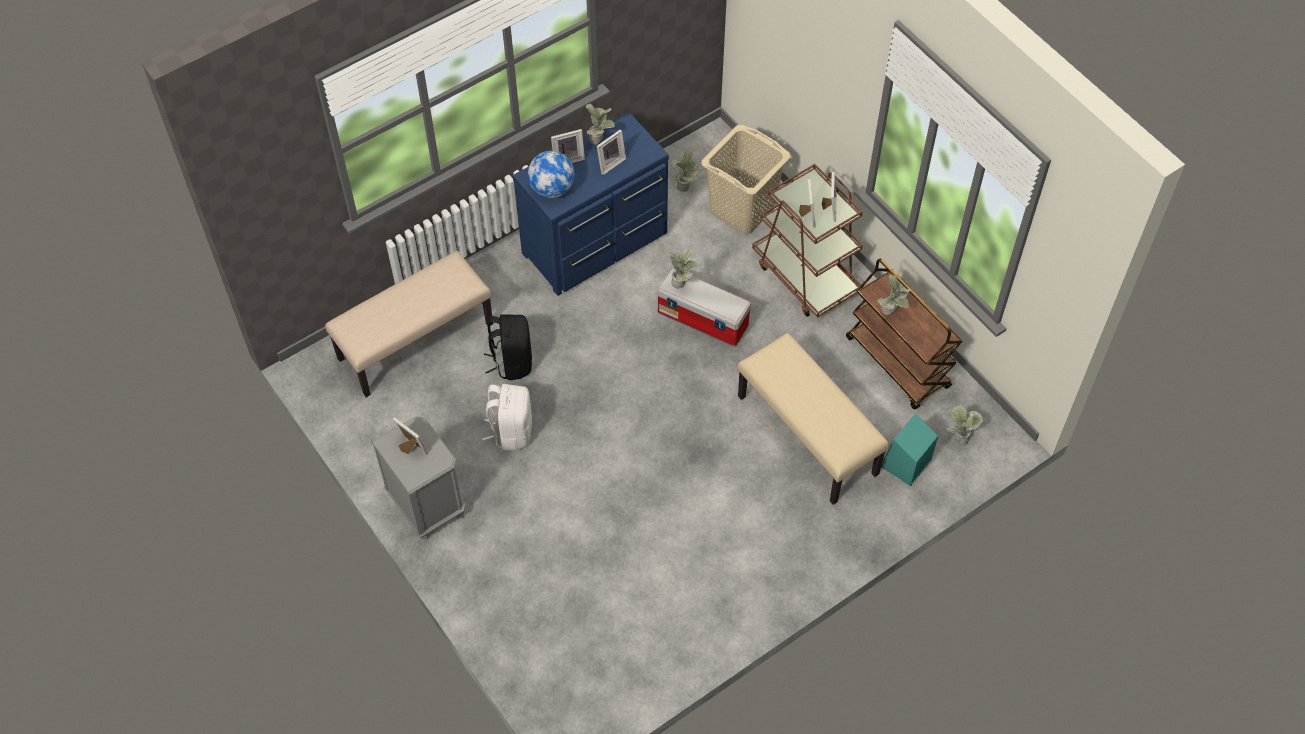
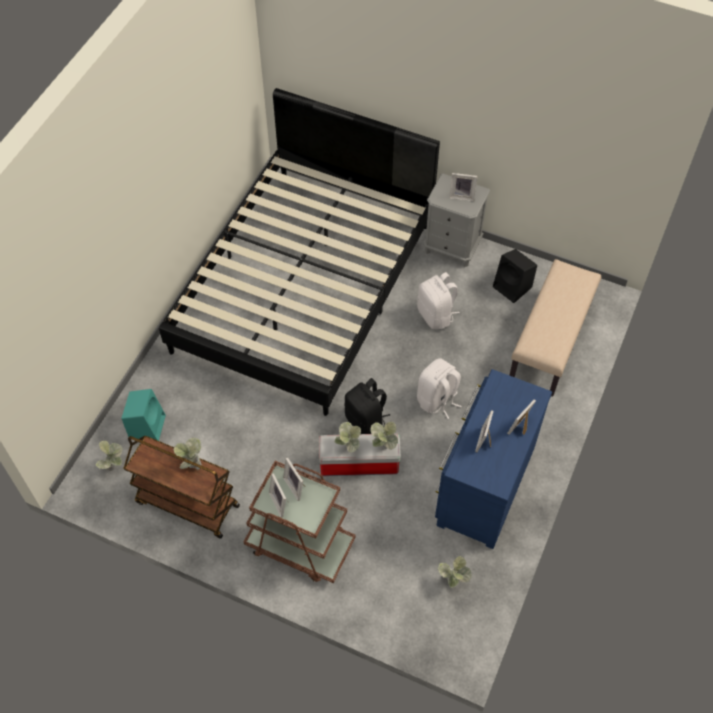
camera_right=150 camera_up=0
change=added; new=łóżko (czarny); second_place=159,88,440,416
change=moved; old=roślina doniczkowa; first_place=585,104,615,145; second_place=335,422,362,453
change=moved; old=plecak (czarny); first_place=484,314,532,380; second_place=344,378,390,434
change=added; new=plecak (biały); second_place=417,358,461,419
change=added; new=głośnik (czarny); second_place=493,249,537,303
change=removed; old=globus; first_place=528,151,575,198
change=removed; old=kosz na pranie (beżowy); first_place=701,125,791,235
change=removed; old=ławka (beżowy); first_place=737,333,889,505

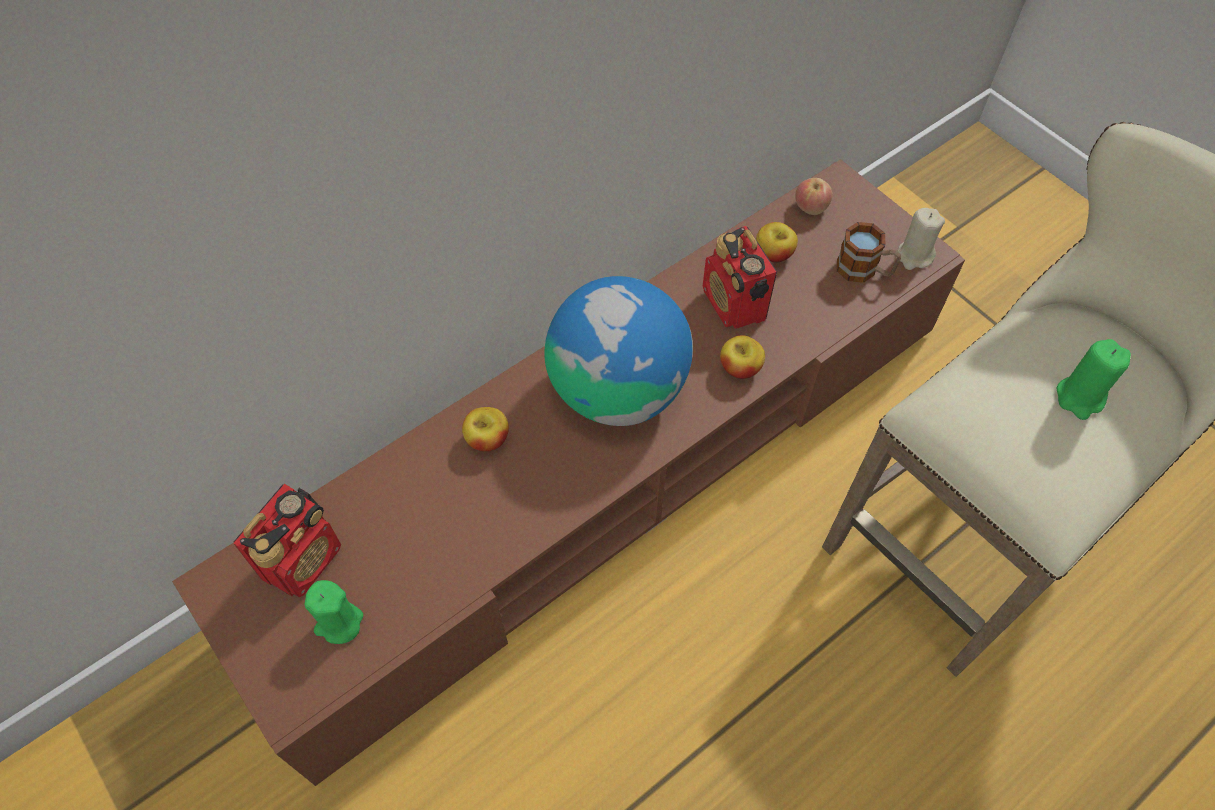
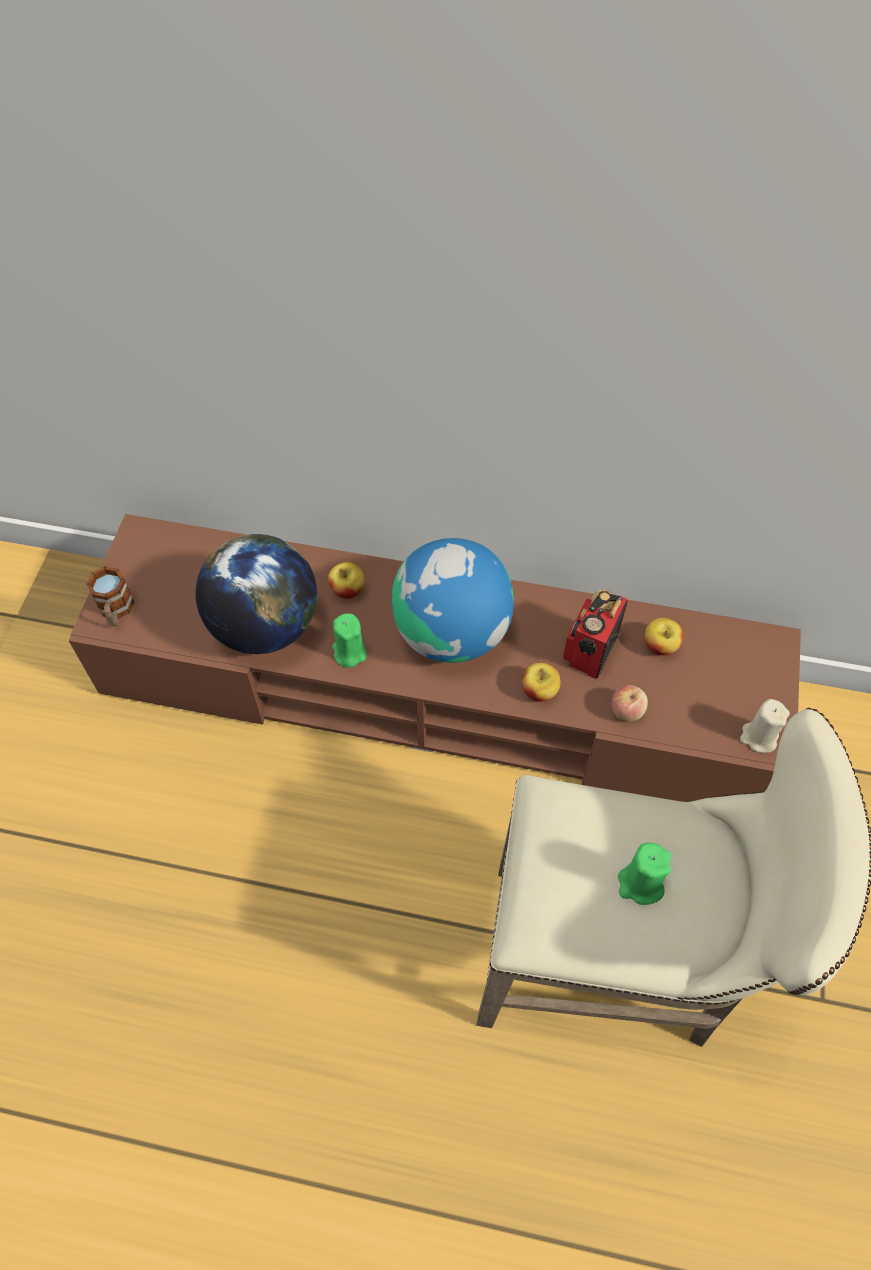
camera_right=50 camera_up=0
change=moved; old=kubek; first_place=837,222,901,283; second_place=86,566,135,626
change=added; new=globus; second_place=196,534,317,654
change=moved; old=świeca (zielony); first_place=304,580,363,644; second_place=332,613,366,668
change=moved; old=jabłko; first_place=795,178,832,215; second_place=612,685,648,721
change=removed; old=radio; first_place=234,484,341,597

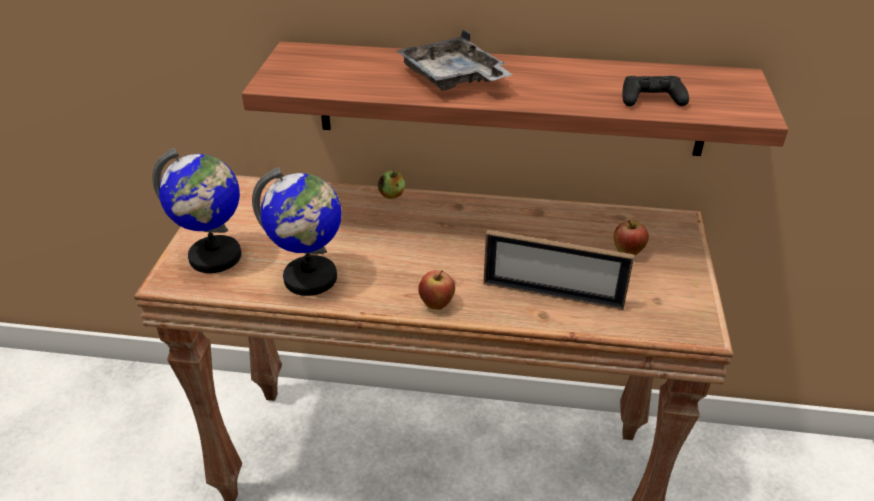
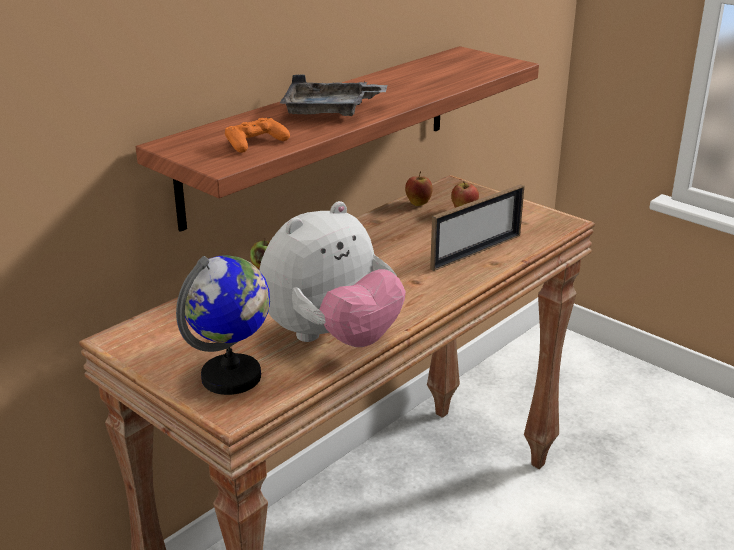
camera_right=-55 camera_up=-10
change=added; new=pad do gier (pomarańczowy); second_place=225,118,290,153
change=replaced; old=globus; new=pluszak; first_place=252,167,342,296; second_place=259,201,406,347
change=moved; old=jabłko; first_place=418,270,455,310; second_place=405,171,433,206
change=removed; old=pad do gier (czarny); first_place=623,76,689,106

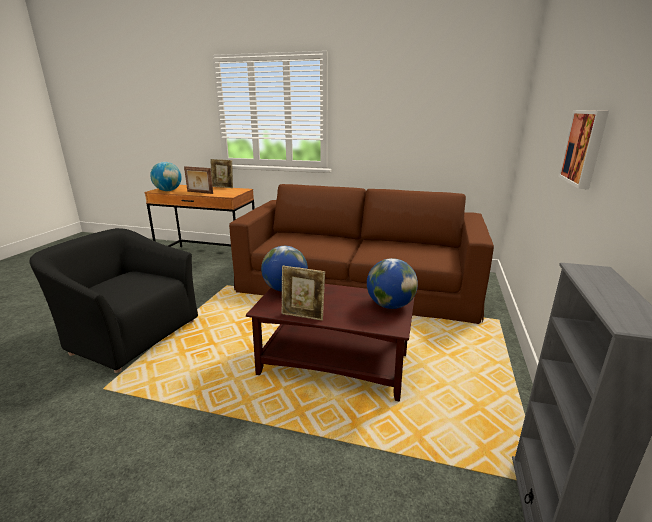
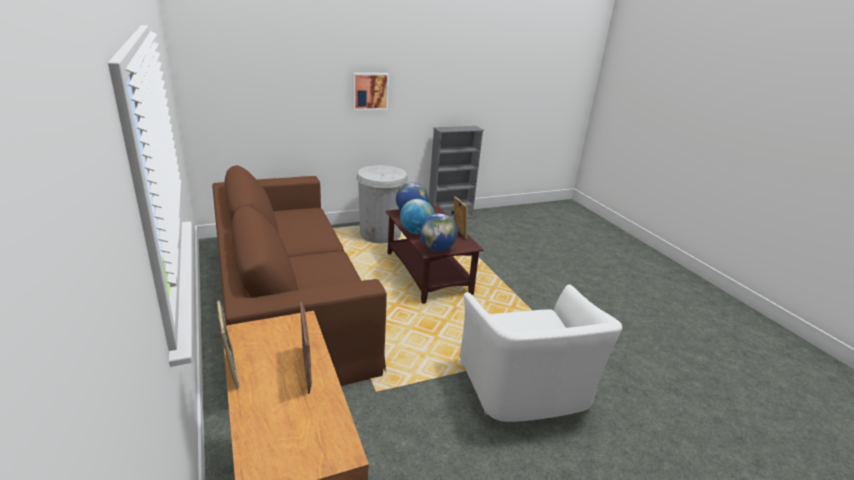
camera_right=-130 camera_up=5
change=added; new=kosz na śmieci (biały); second_place=356,165,408,243
change=moved; old=globus; first_place=150,162,181,191; second_place=400,199,435,234
change=recoloured; old=fotel (czarny); new=fotel (biały); first_place=29,228,198,373; second_place=459,284,622,422

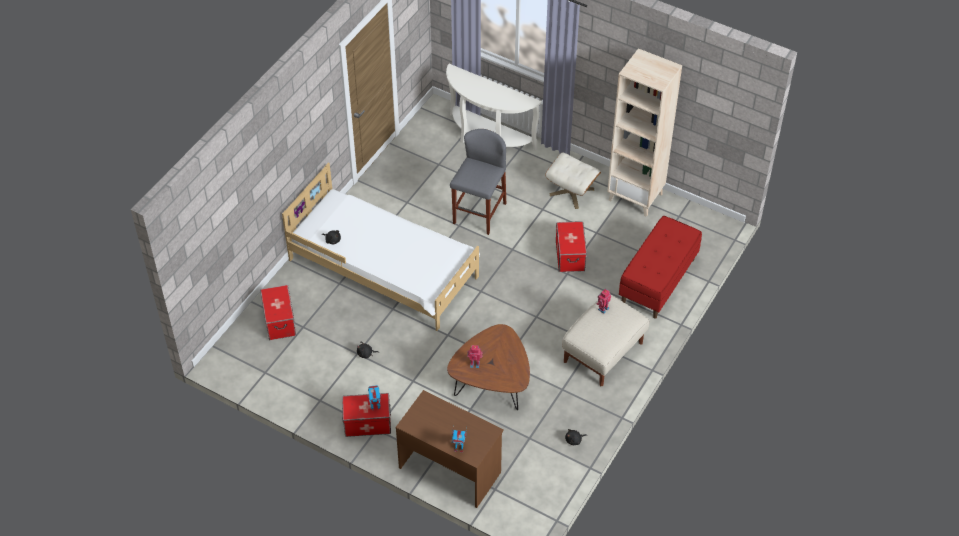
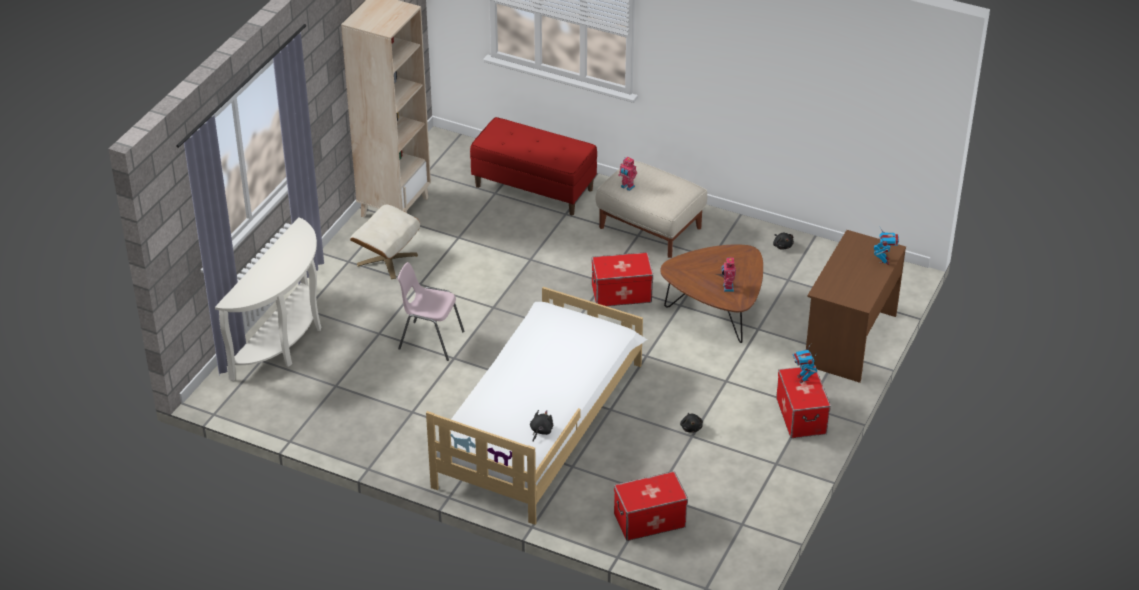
camera_right=-95 camera_up=-10
change=replaced; old=stołek (szary); new=krzesło (różowy); first_place=450,129,506,235; second_place=398,262,464,361
change=moved; old=pojemnik do przechowywania; first_place=556,221,587,272; second_place=592,252,653,306

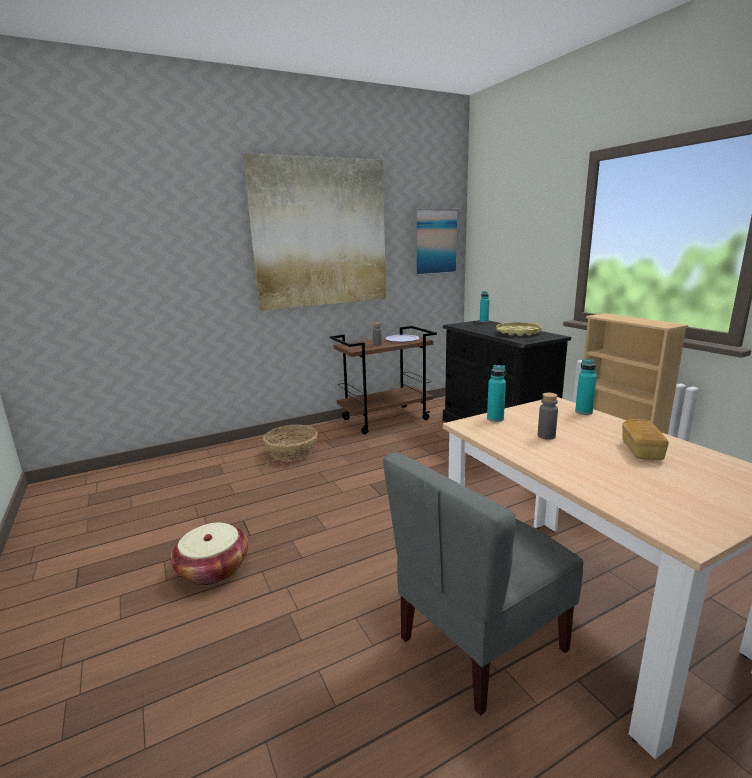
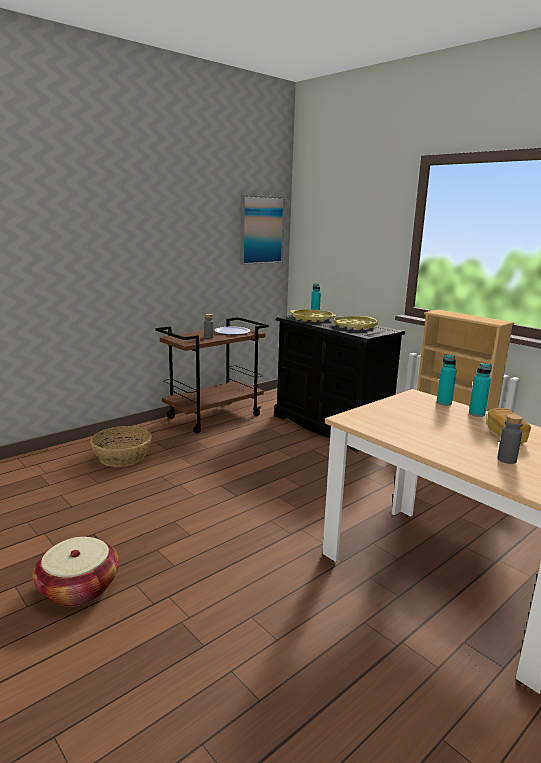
camera_right=-15 camera_up=0
change=added; new=taca (żółty); second_place=290,309,336,322
change=moved; old=butelka (turkusowy); first_place=487,365,506,422; second_place=469,363,492,417
change=moved; old=butelka (szary); first_place=538,393,558,440; second_place=497,414,523,464
change=removed; old=obraz; first_place=243,153,386,311
change=removed; old=krzesło (szary); first_place=383,452,583,716

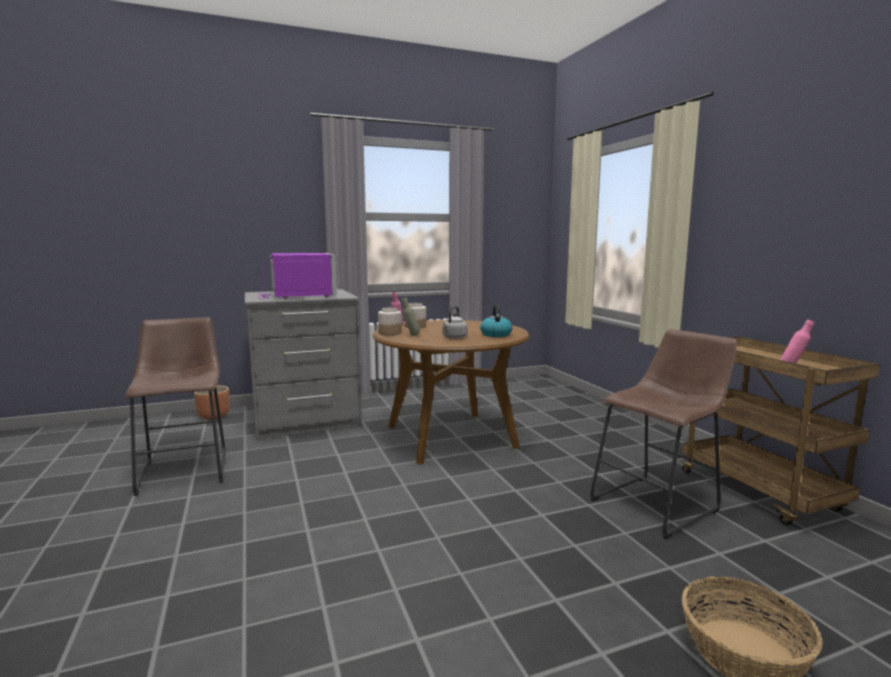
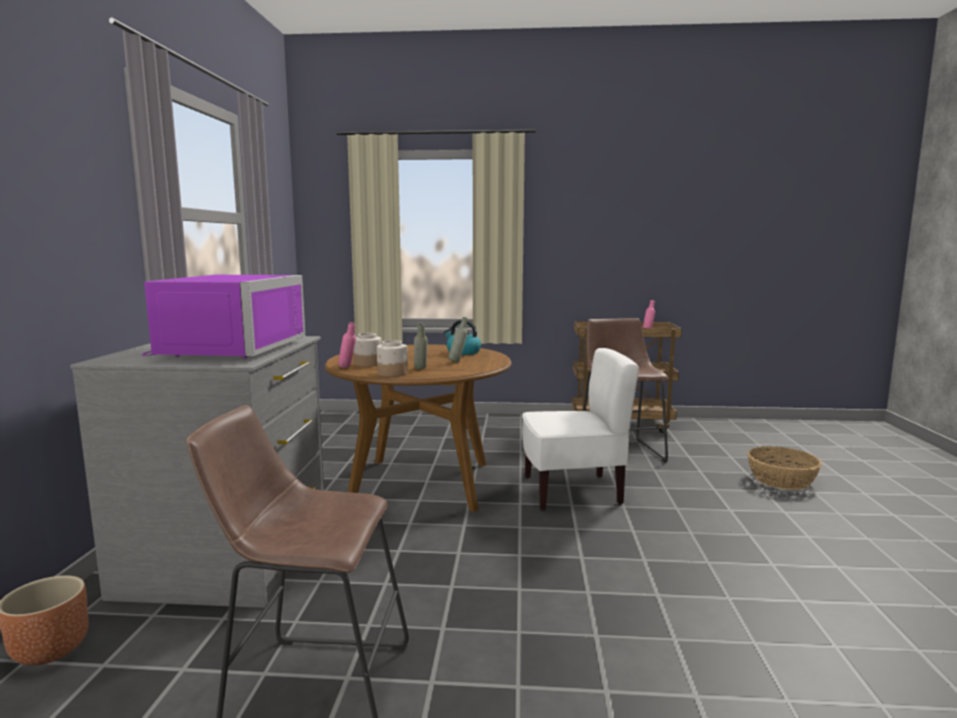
camera_right=-65 camera_up=0
change=turned; old=mikrofalówka (fioletowy); first_place=259,253,337,299; second_place=142,275,305,358; degrees=90
change=replaced; old=czajnik (szary); new=butelka (szary); first_place=442,306,468,339; second_place=448,317,468,362
change=added; new=krzesło (biały); second_place=523,348,639,510

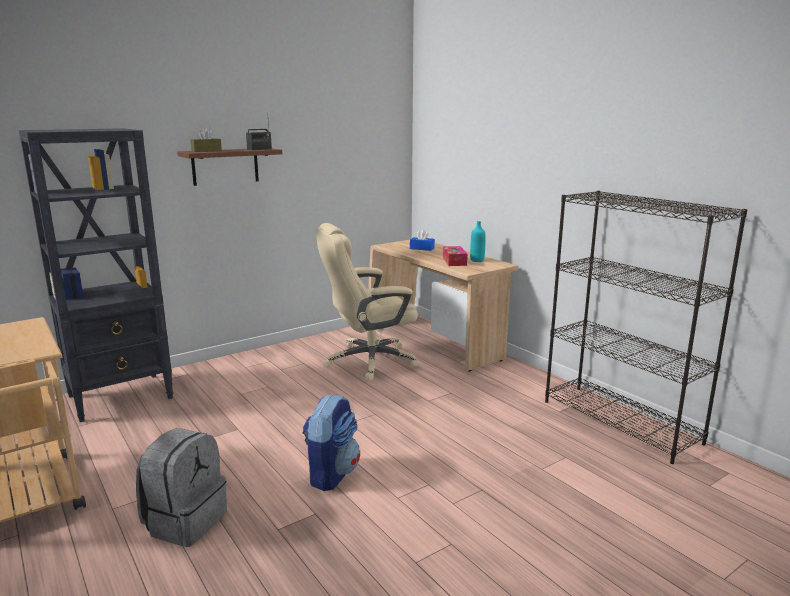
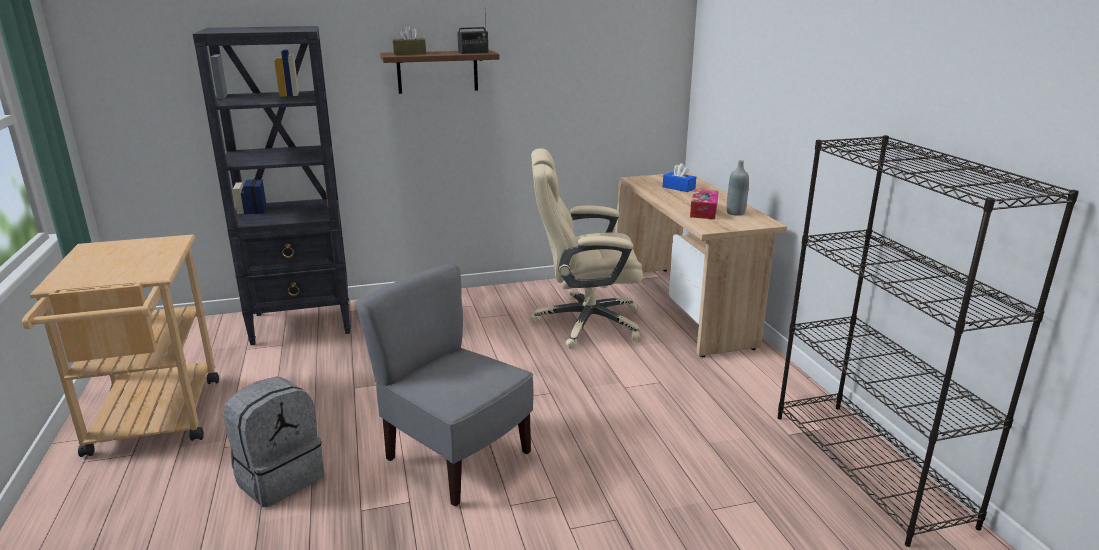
camera_right=20 camera_up=5
change=replaced; old=plecak; new=krzesło (szary); first_place=302,394,360,491; second_place=355,264,534,507
change=recoloured; old=butelka (turkusowy); new=butelka (szary); first_place=470,221,486,262; second_place=727,160,749,216

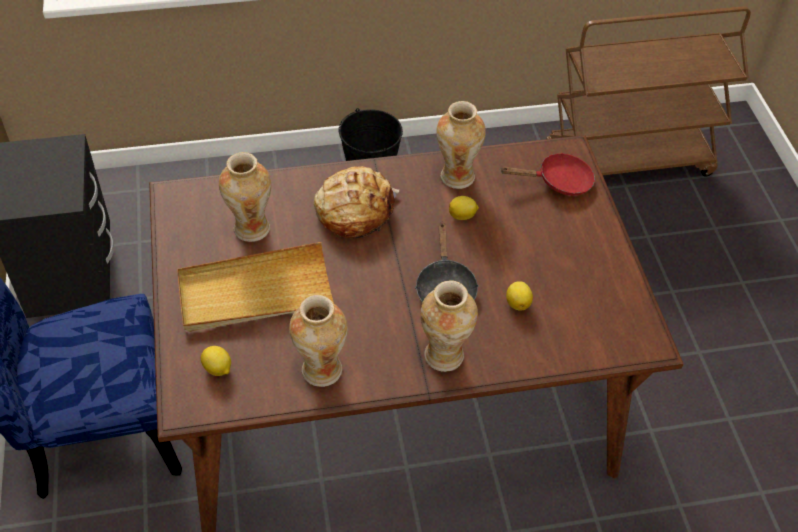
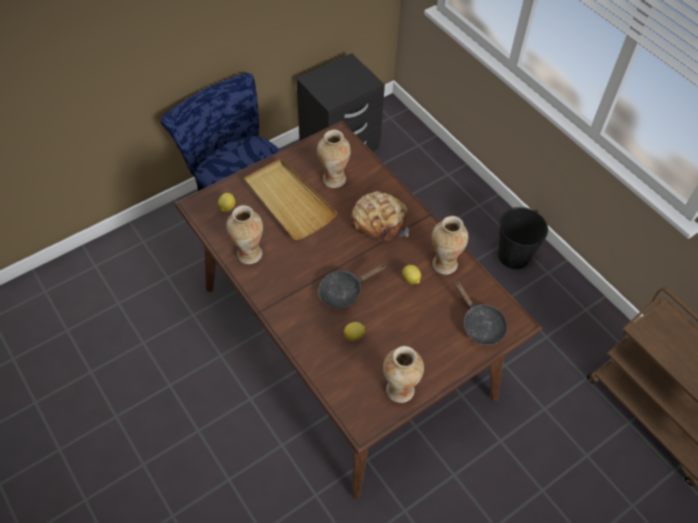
camera_right=65 camera_up=5
change=moved; old=wazon; first_place=420,280,478,372; second_place=383,346,424,403
change=recoloured; old=patelnia (czerwony); new=patelnia (czarny); first_place=500,153,595,196; second_place=454,280,507,345

